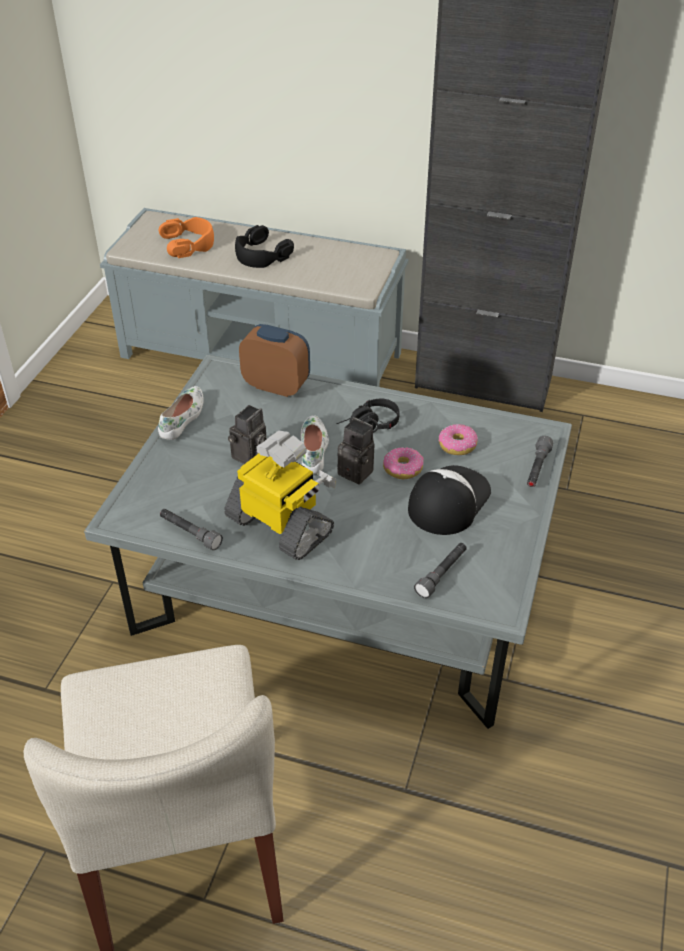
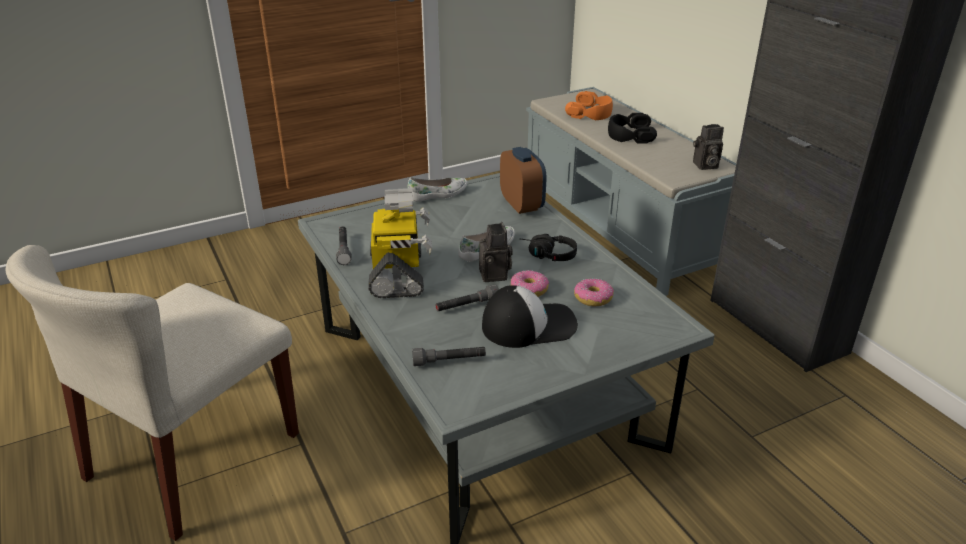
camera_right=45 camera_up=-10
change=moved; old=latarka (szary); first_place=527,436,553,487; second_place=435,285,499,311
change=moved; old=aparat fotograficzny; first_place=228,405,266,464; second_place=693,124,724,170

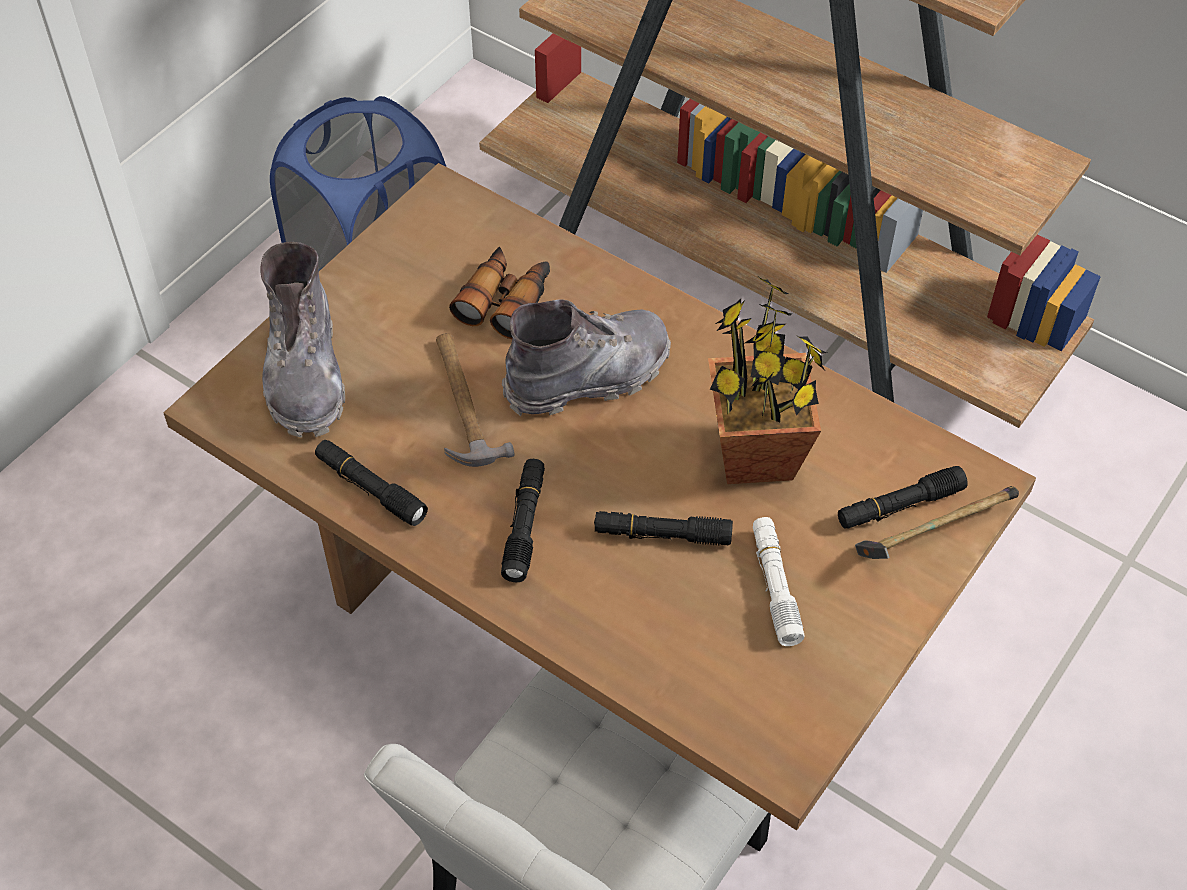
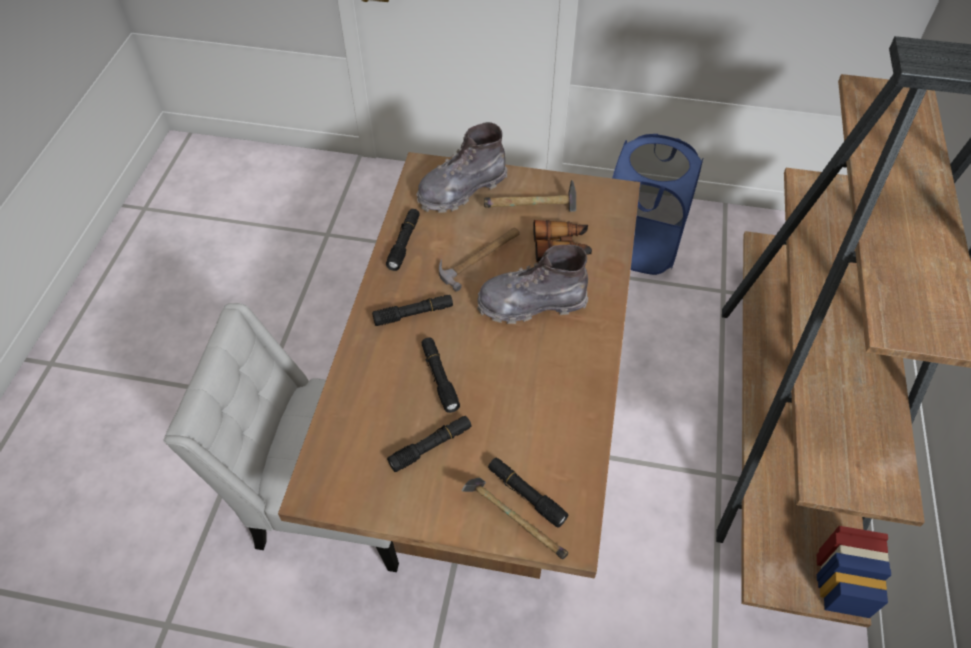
camera_right=65 camera_up=0
change=recoloured; old=latarka (biały); new=latarka (czarny); first_place=753,517,805,646; second_place=387,416,472,472
change=turned; old=but z cholewką (szary); first_place=502,299,671,416; second_place=477,245,588,324; degrees=135
change=added; new=młotek; second_place=484,180,576,212
change=removed; old=roślina doniczkowa; first_place=708,277,827,484

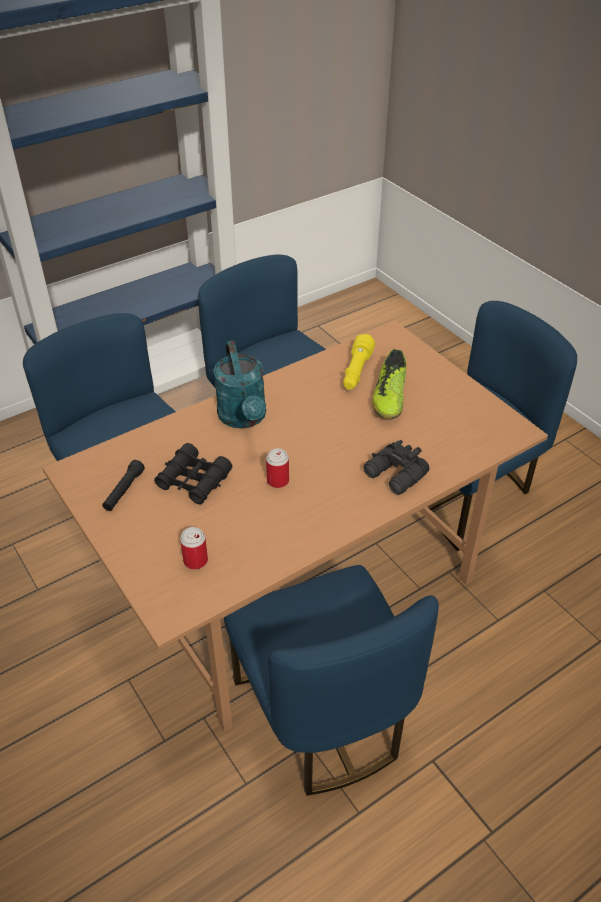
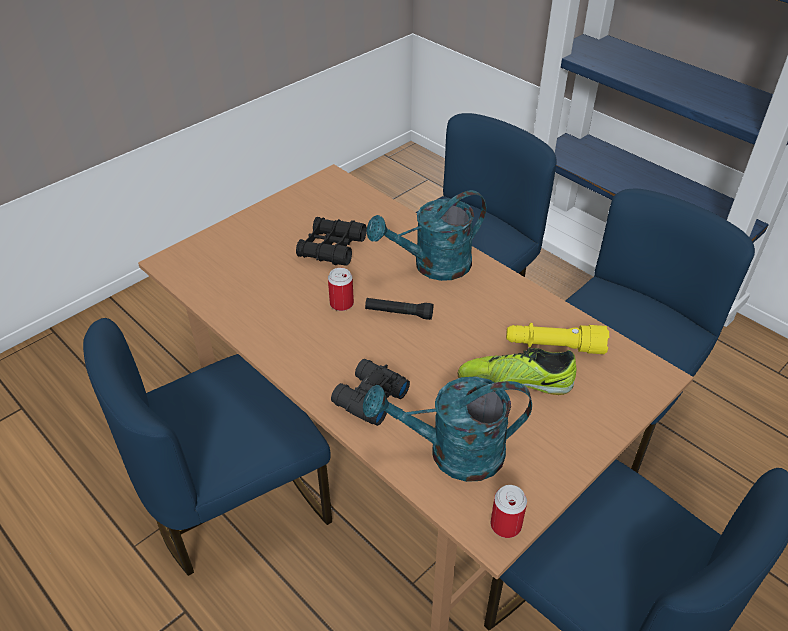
camera_right=80 camera_up=0
change=added; new=konewka (turkusowy); second_place=363,376,532,482
change=moved; old=latarka (czarny); first_place=102,460,145,511; second_place=365,298,434,320
change=moved; old=puszka; first_place=180,527,208,570; second_place=490,485,527,538

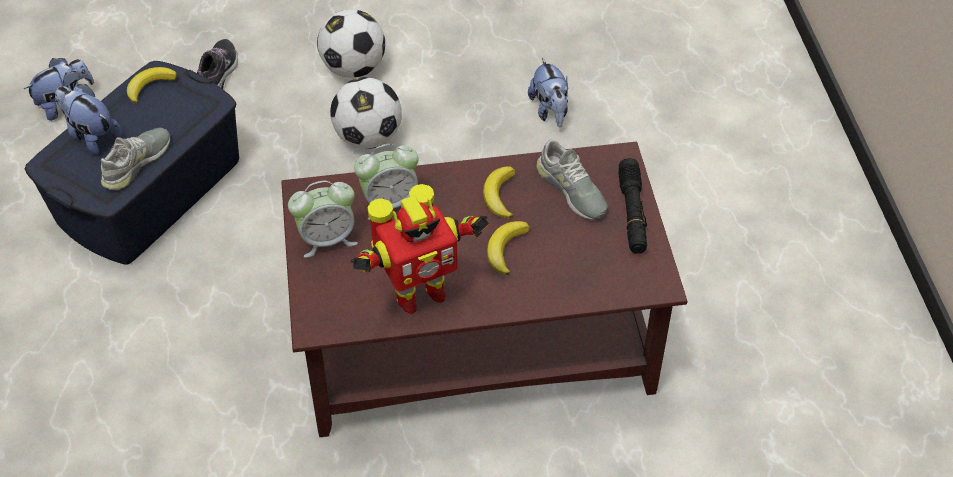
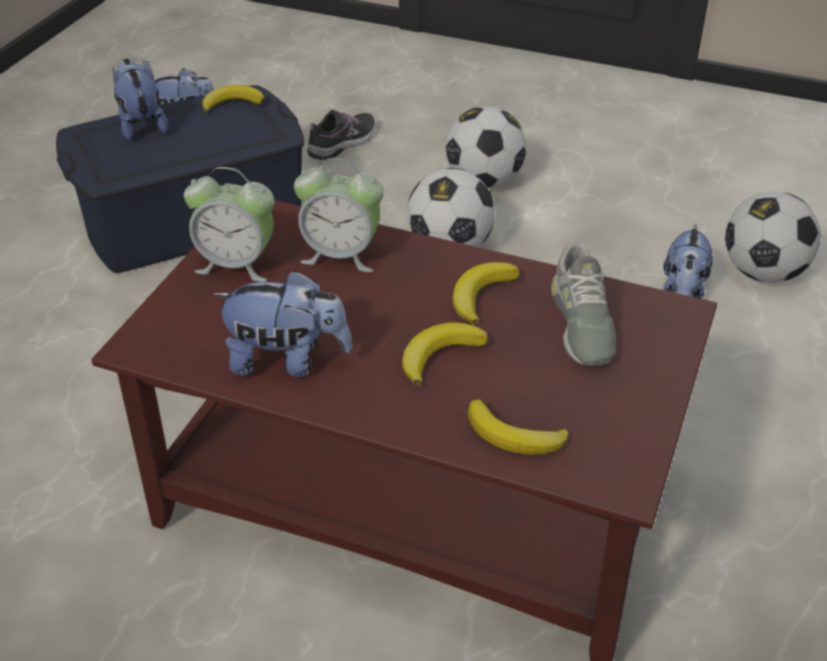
camera_right=30 camera_up=-10
change=replaced; old=robot zabawkowy; new=pluszak; first_place=351,184,489,314; second_place=212,270,352,377
change=added; new=banan; second_place=468,399,569,455
change=added; new=piłka futbolowa; second_place=725,192,821,282
change=removed; old=but (szary); first_place=101,128,170,190
change=removed; old=latarka (czarny); first_place=618,158,647,254

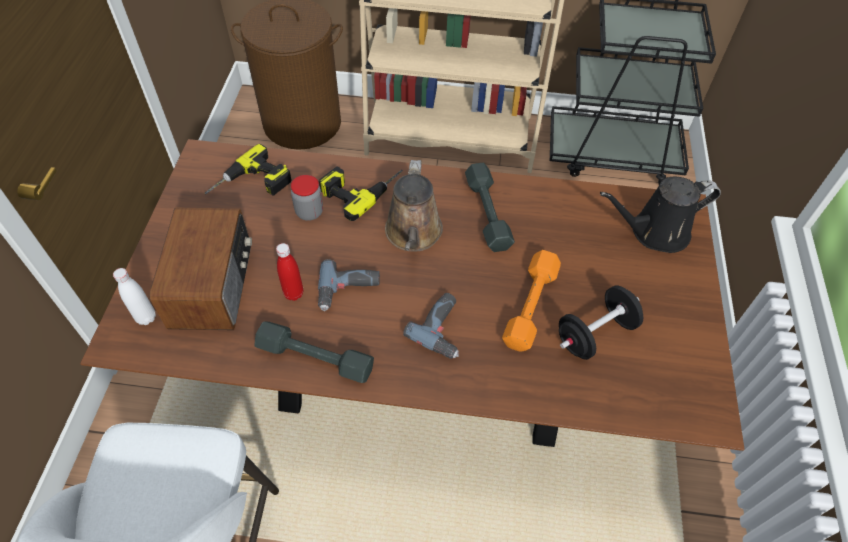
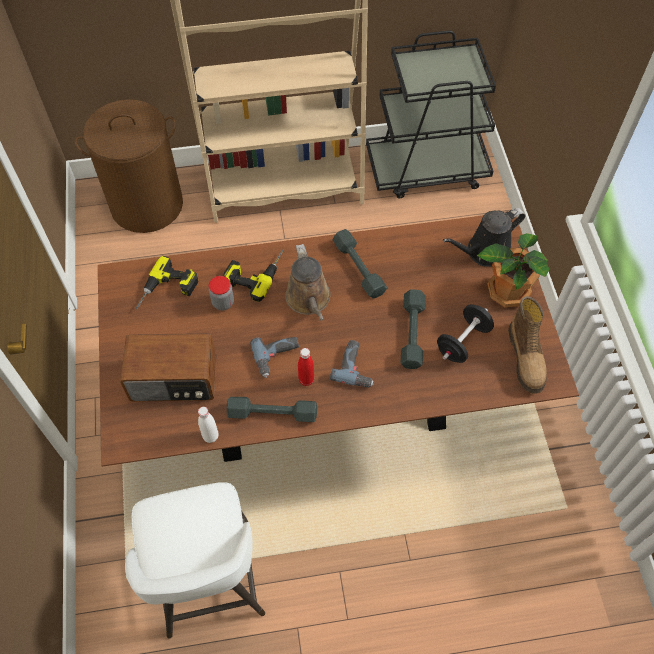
camera_right=-15 camera_up=5
change=turned; old=radio; first_place=149,207,252,330; second_place=120,334,216,402; degrees=105
change=moved; old=butelka (biały); first_place=113,268,156,325; second_place=198,407,219,443
change=moved; old=butelka (czerwony); first_place=276,243,303,301; second_place=298,348,314,386
change=recoloured; old=hantel (pomarańczowy); new=hantel (szary); first_place=502,250,561,351; second_place=401,289,426,369
change=added; new=roślina doniczkowa; second_place=477,233,550,308
change=added; new=but z cholewką; second_place=508,296,547,394

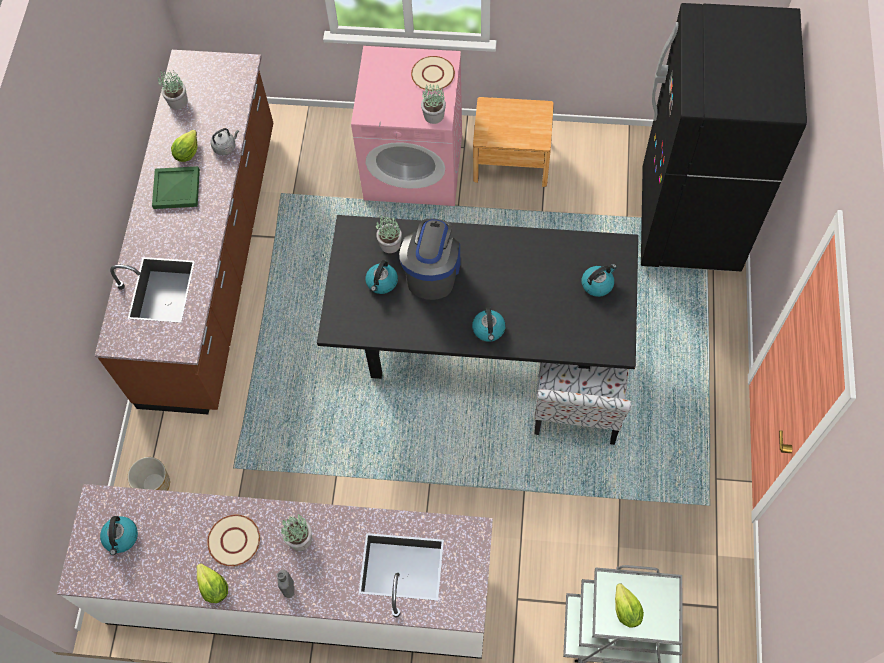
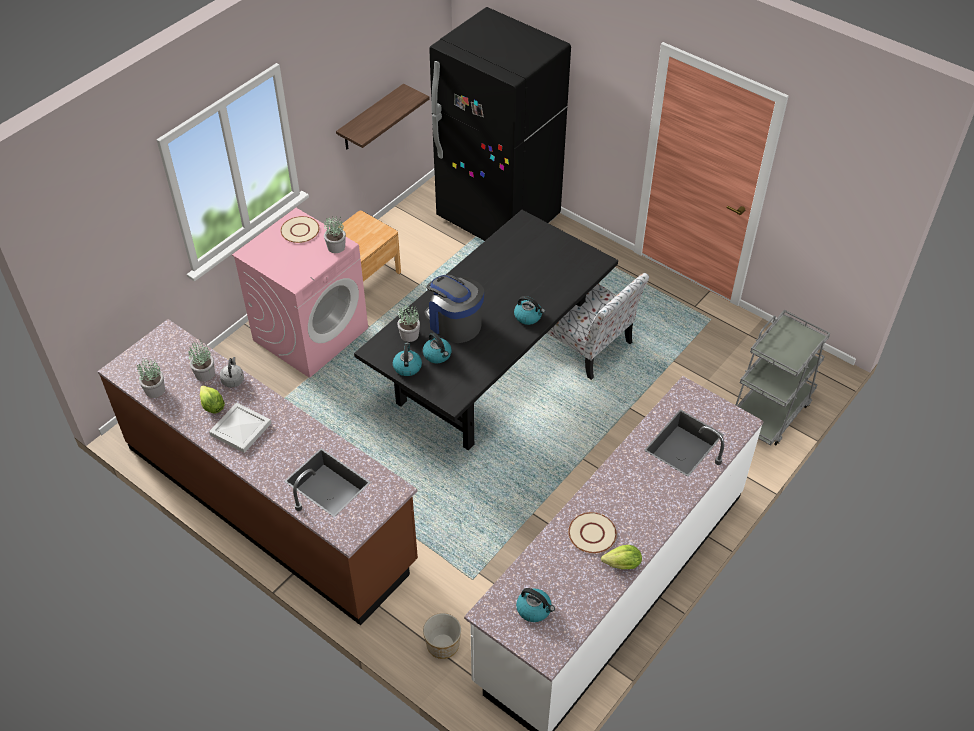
camera_right=-60 camera_up=-15
change=moved; old=roślina doniczkowa; first_place=281,514,312,551; second_place=188,342,215,381
change=recoloured; old=taca (zielony); new=taca (biały); first_place=152,166,200,209; second_place=209,402,271,453
change=added; new=półka; second_place=336,84,430,149
change=moved; old=czajnik; first_place=582,264,617,297; second_place=393,342,422,376
change=removed; old=butelka (szary); first_place=277,570,294,598
change=removed; old=sałata; first_place=615,583,644,628

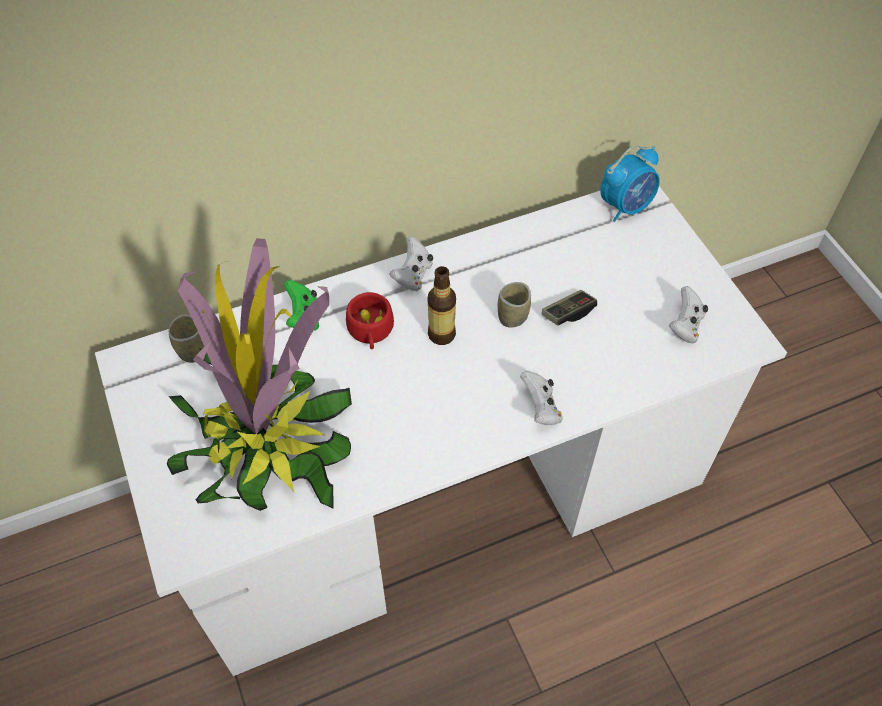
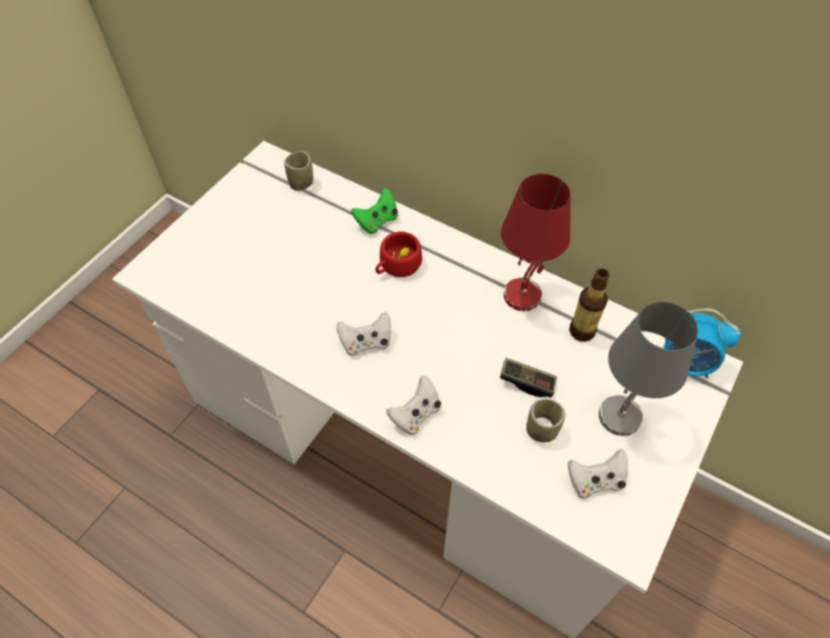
camera_right=55 camera_up=0
change=moved; old=pad do gier (biały); first_place=389,236,433,291; second_place=337,312,391,356
change=added; new=lampa stołowa (czerwony); second_place=501,174,571,311
change=moved; old=filiżanka; first_place=498,282,531,328; second_place=526,399,565,442
change=moved; old=butelka; first_place=428,266,456,345; second_place=569,269,610,342
change=added; new=lampa stołowa (szary); second_place=599,301,698,436
change=removed; old=roślina doniczkowa; first_place=167,238,352,511

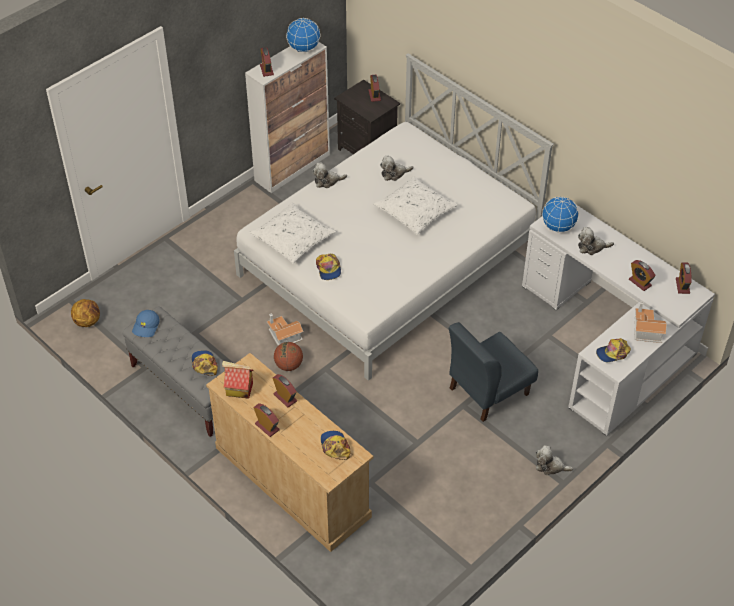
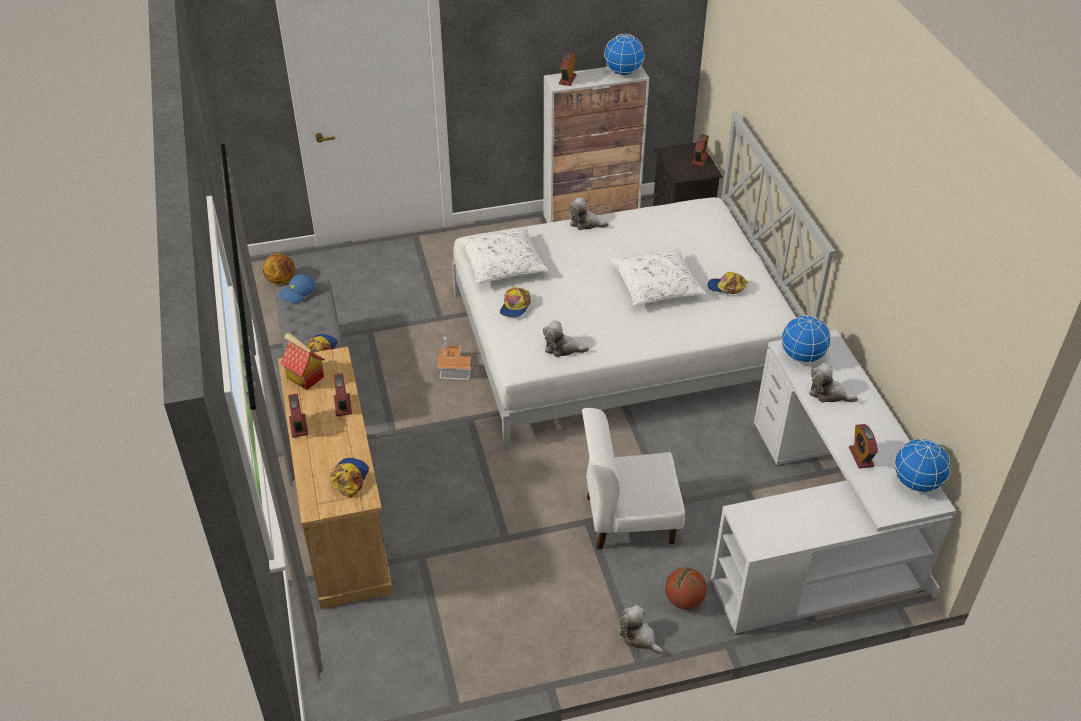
camera_right=30 camera_up=-5
change=moved; old=pluszak; first_place=380,156,413,181; second_place=543,320,589,357
change=recoloured; old=krzesło (niebieski); new=krzesło (biały); first_place=449,322,538,422; second_place=582,408,685,549
change=moved; old=piłka do koszykówki; first_place=274,342,303,371; second_place=665,567,707,610
change=moved; old=czapka z daszkiem; first_place=596,338,631,362; second_place=708,272,748,294
change=replaced; old=budzik; new=globus; first_place=676,262,692,294; second_place=894,439,951,493
change=removed; old=domek; first_place=634,302,667,343

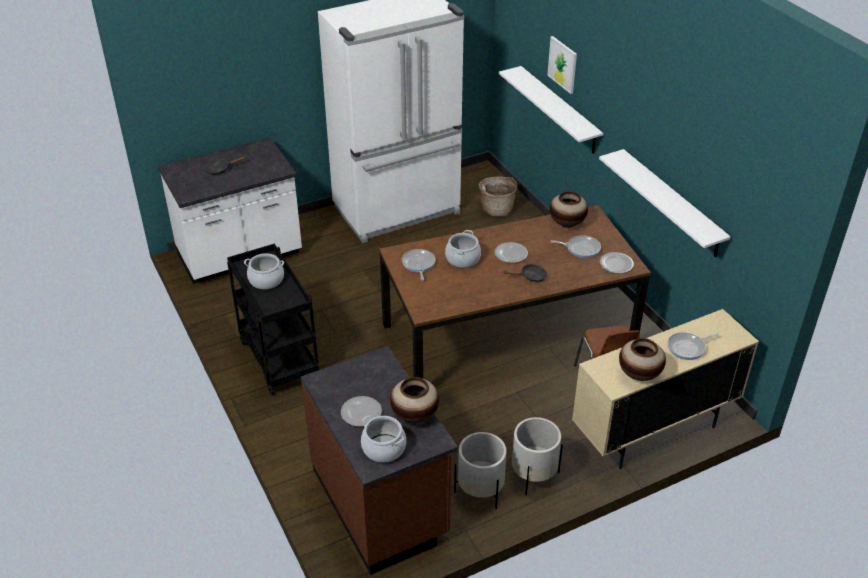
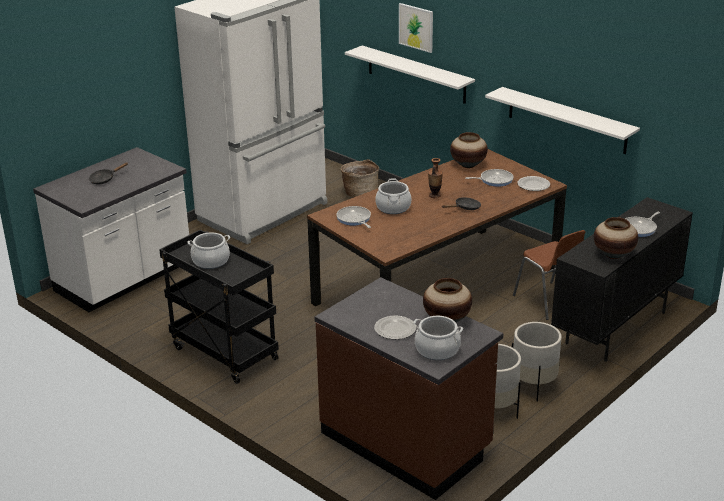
camera_right=-20 camera_up=-10
change=replaced; old=talerz; new=wazon; first_place=494,242,528,263; second_place=428,158,443,198
change=recoloured; old=szafka (beżowy); new=szafka (czarny); first_place=572,309,759,469; second_place=551,197,693,362

